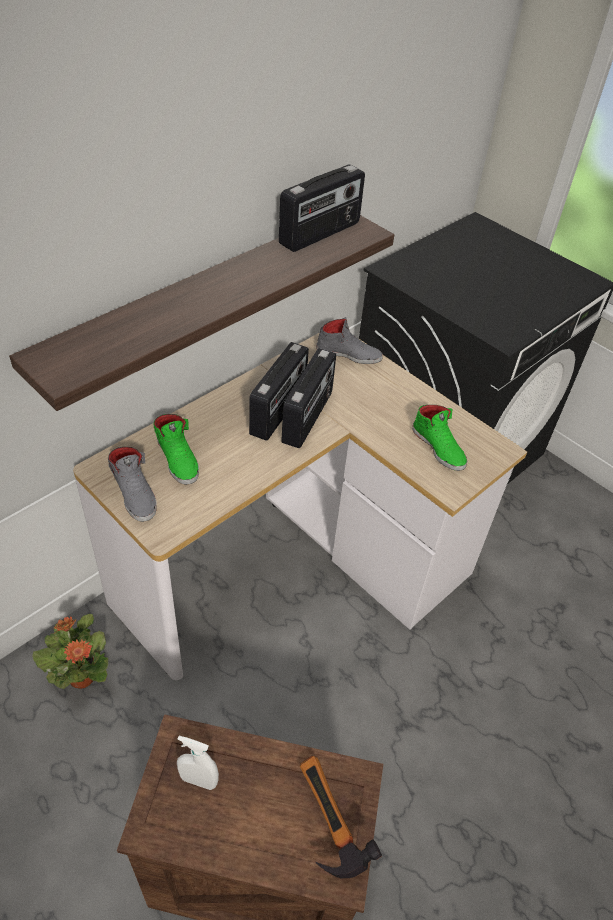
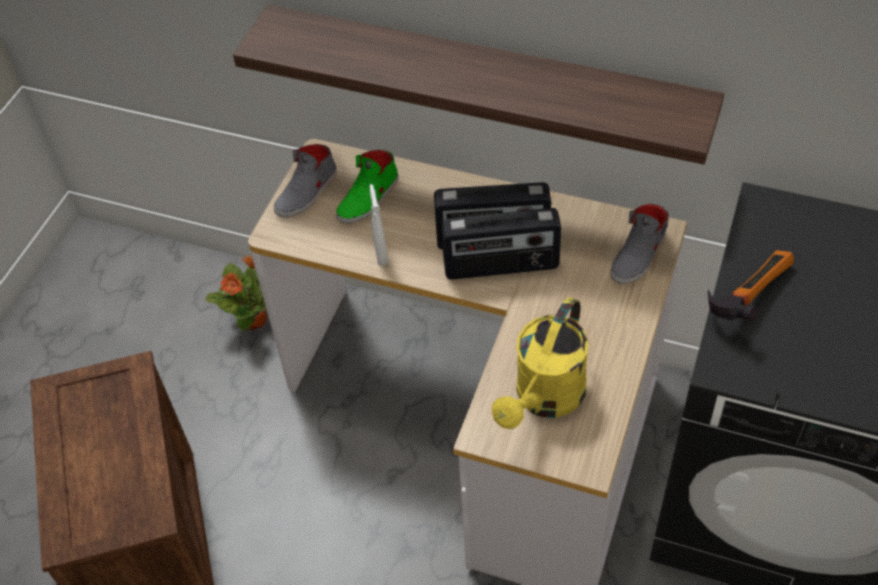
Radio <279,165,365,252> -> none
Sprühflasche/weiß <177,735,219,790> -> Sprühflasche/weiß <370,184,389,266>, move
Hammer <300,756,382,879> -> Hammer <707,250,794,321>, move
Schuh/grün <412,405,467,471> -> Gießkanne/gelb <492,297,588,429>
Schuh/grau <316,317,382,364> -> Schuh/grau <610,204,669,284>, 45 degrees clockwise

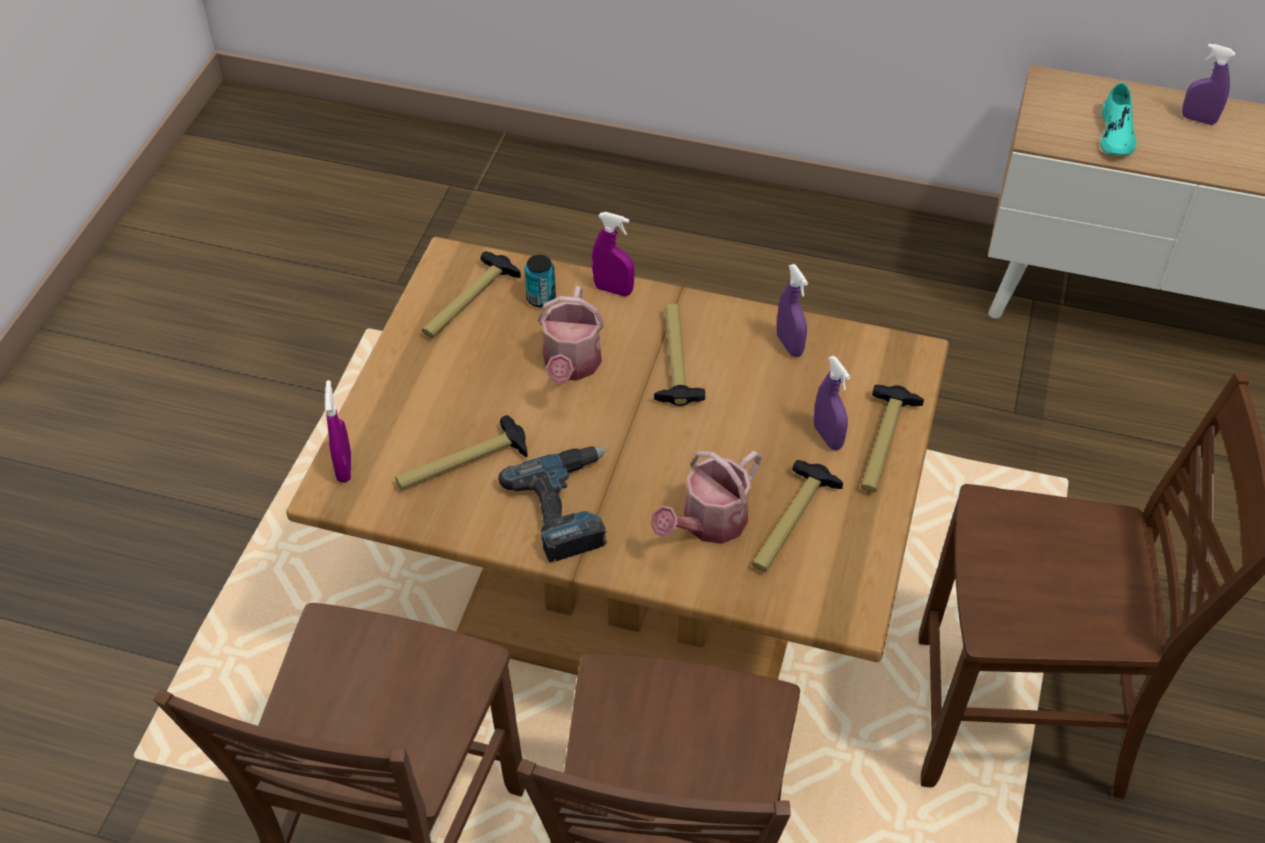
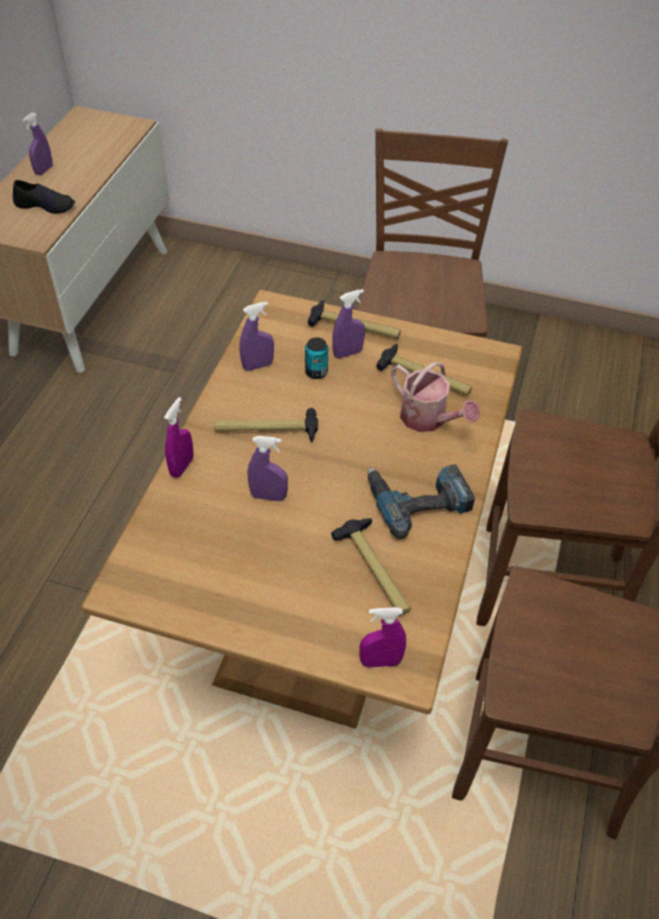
Hammer <422,251,521,338> -> none
Dose <525,255,556,308> -> Dose <305,337,328,379>, move
Gießkanne <538,286,604,384> -> Sprühflasche/lila <248,436,288,501>
Schuh/türkis <1100,82,1137,156> -> Schuh/schwarz <13,180,75,214>

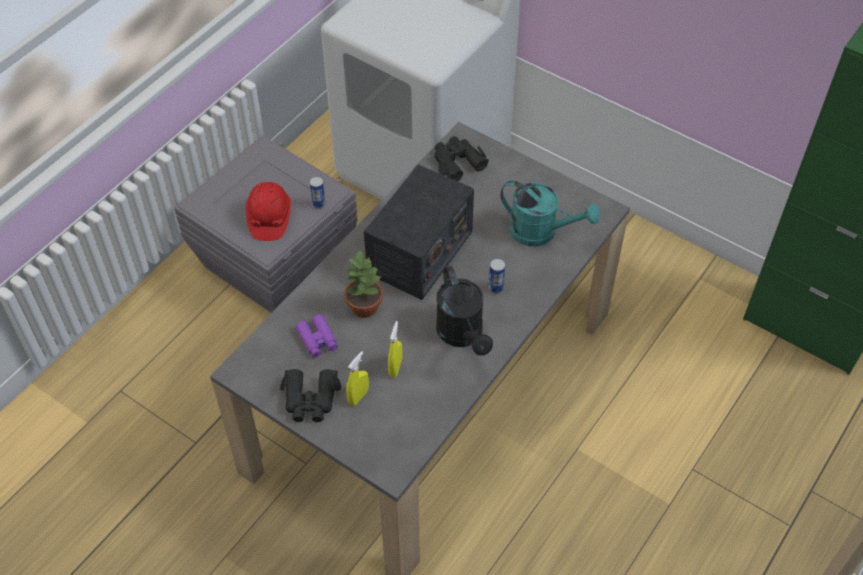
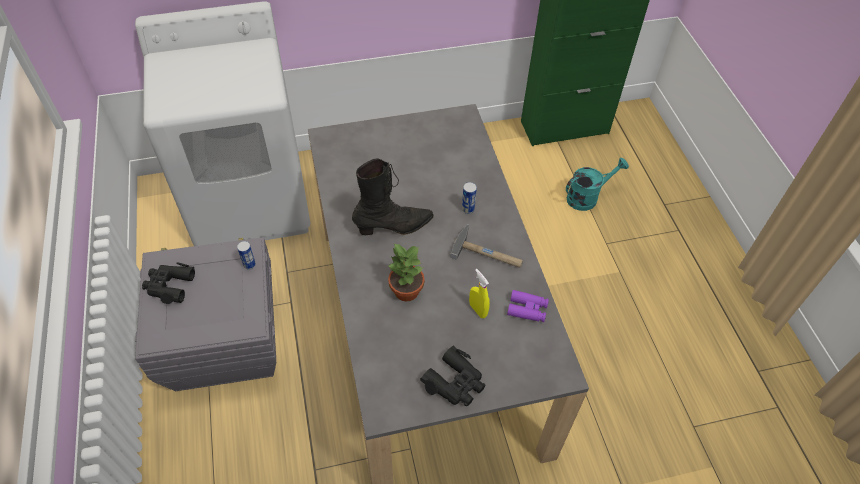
Schutzhelm/rot <246,182,291,241> -> none
Sprühflasche/gelb <346,351,369,406> -> none
Fernglas/lila <296,314,338,358> -> Fernglas/lila <507,290,549,322>, move
Fernglas/schwarz <434,136,489,181> -> Fernglas/schwarz <142,262,195,304>, move
Gießkanne/türkis <500,181,600,247> -> Gießkanne/türkis <566,157,629,211>, move
Radio <364,165,474,300> -> Stiefel/schwarz <352,158,434,235>
Gießkanne/schwarz <436,266,493,356> -> Hammer <450,224,523,268>

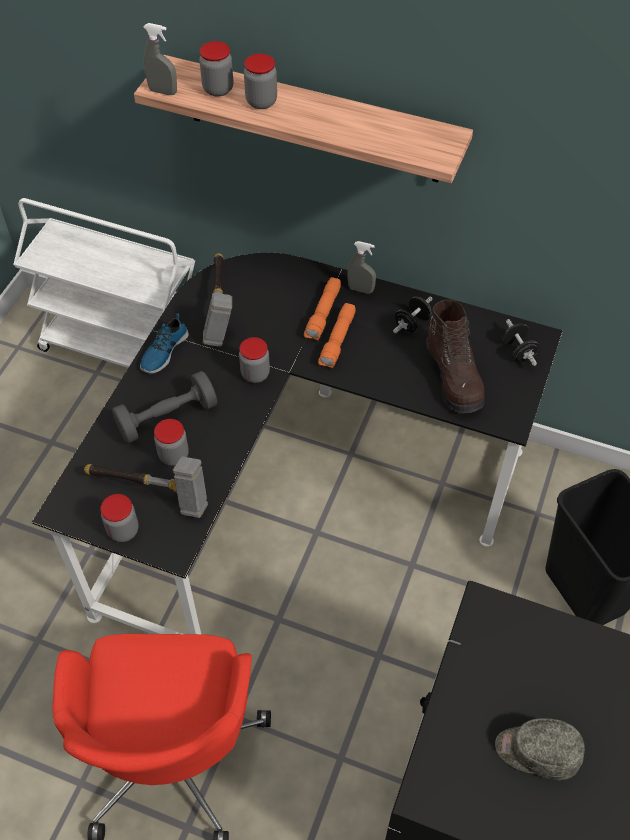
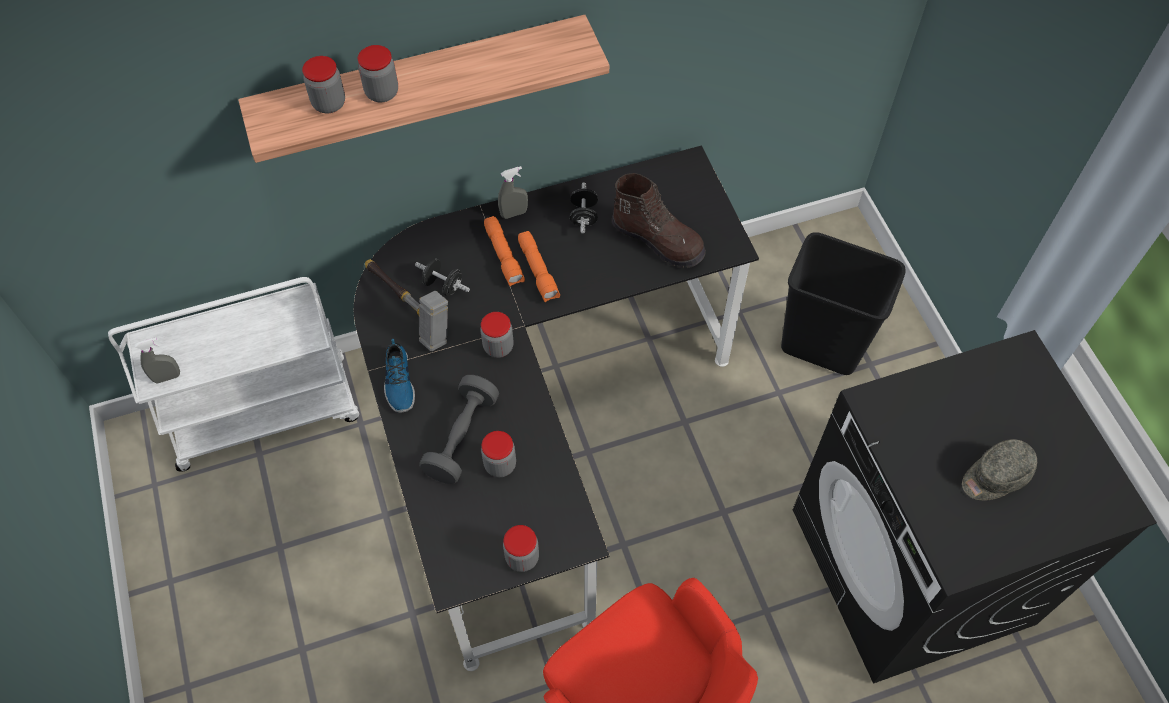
Hammer <84,457,208,518> -> none
Sprühflasche/grau <144,23,177,95> -> Sprühflasche/grau <135,338,180,384>, move
Hantel/schwarz <502,319,539,366> -> Hantel/schwarz <415,259,470,296>, move

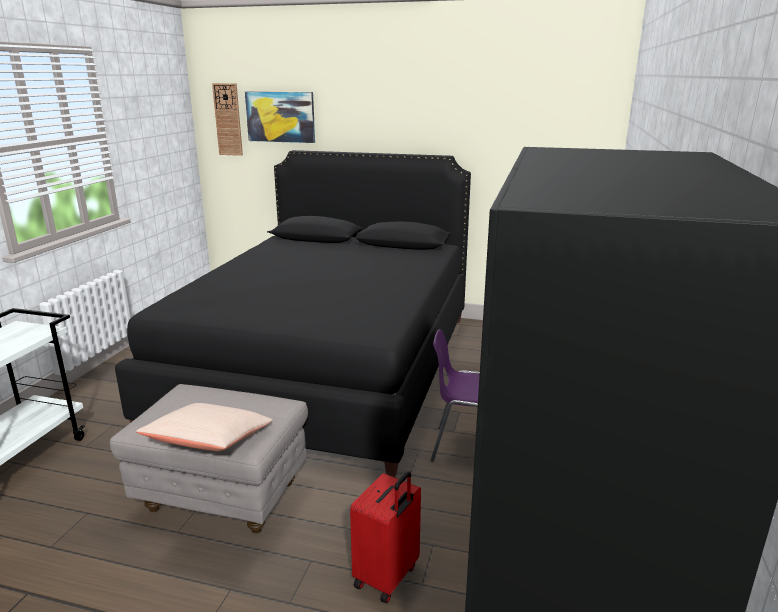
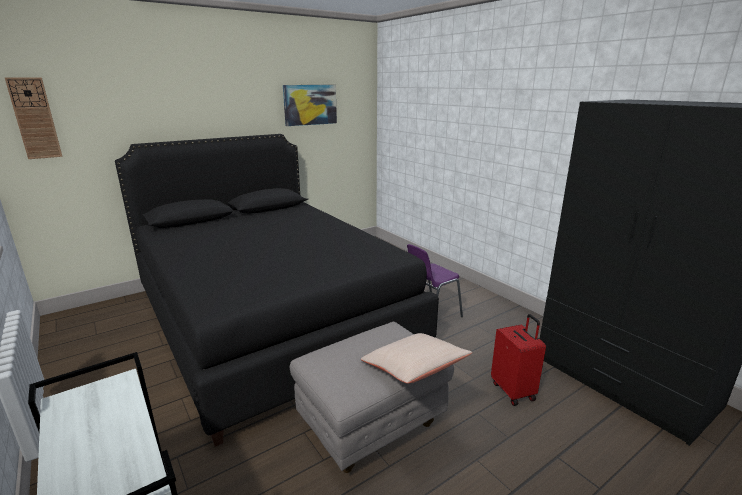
Bild <245,92,315,143> -> Bild <283,85,337,126>, move

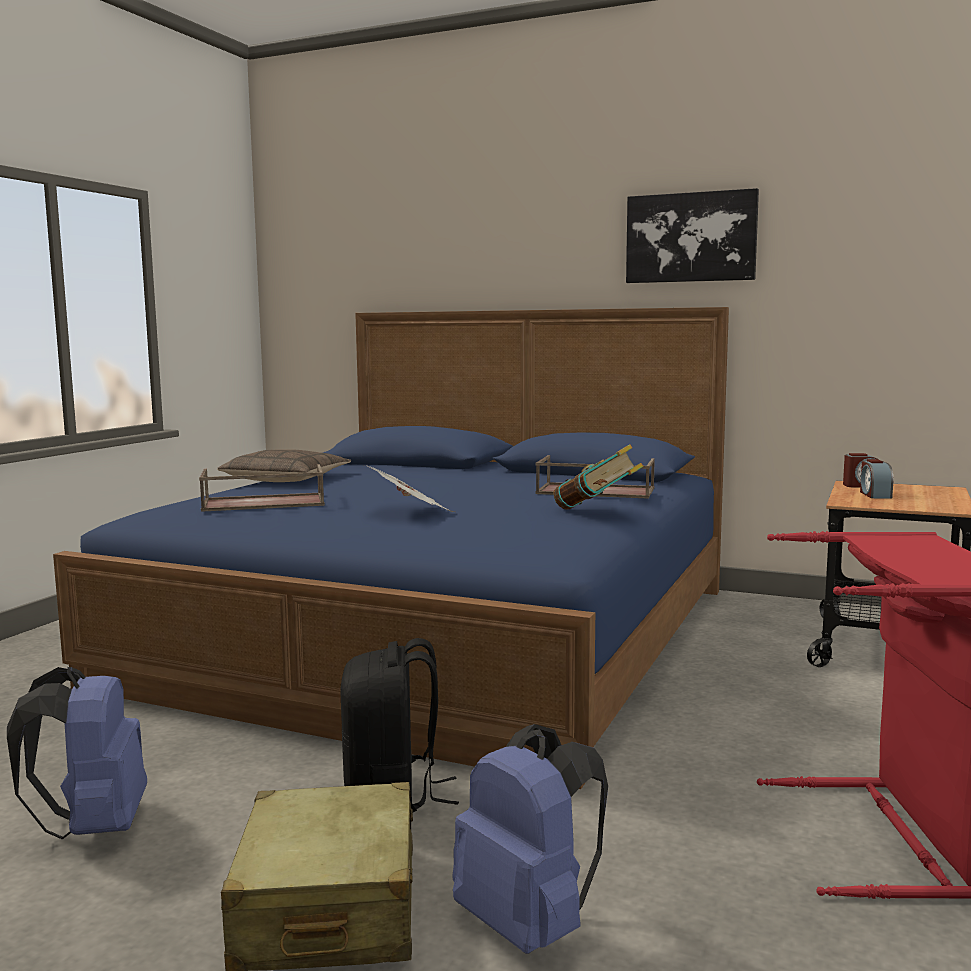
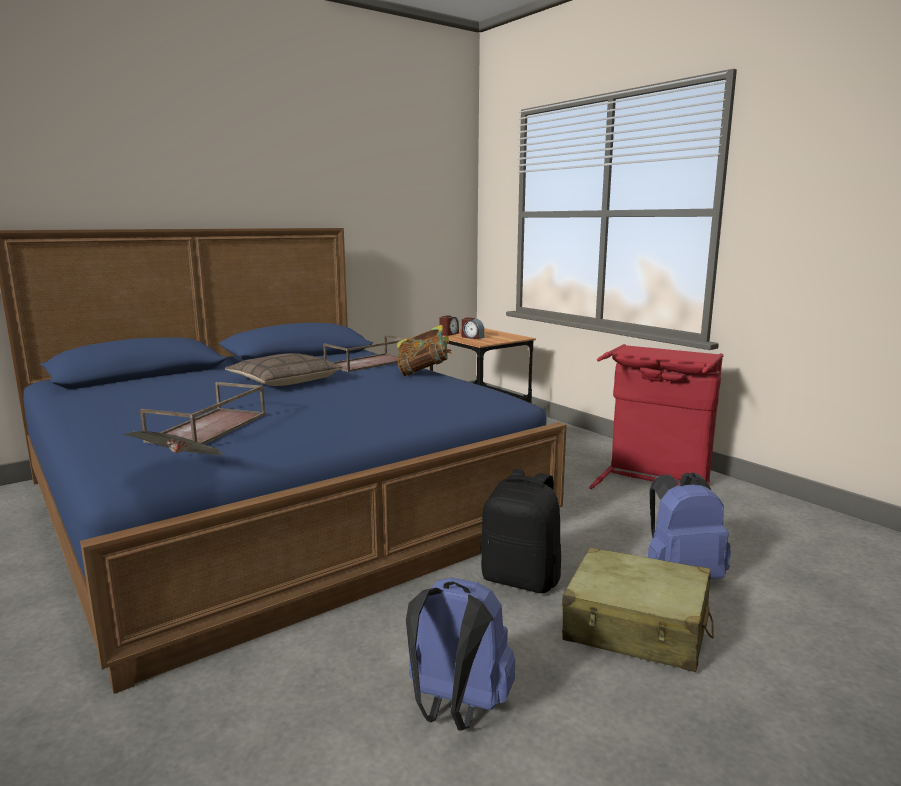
Bild <626,188,759,283> -> none
Kissen <217,449,351,482> -> Kissen <225,353,343,386>, move
Zeitung <364,465,455,512> -> Zeitung <122,431,224,455>, move

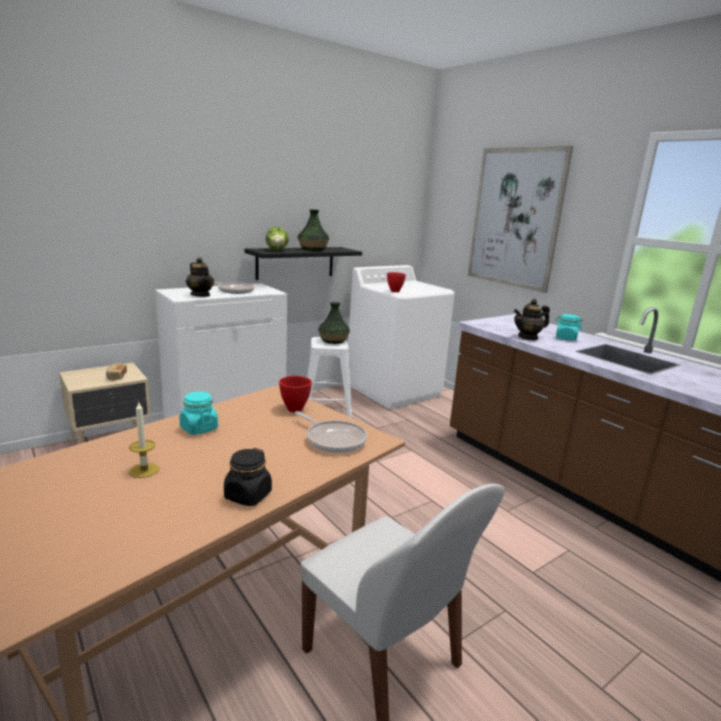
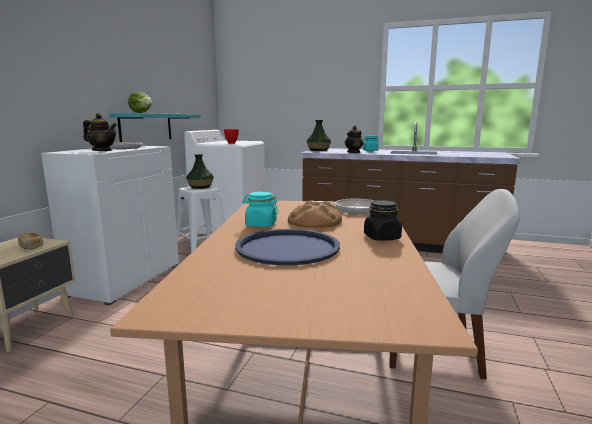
Schüssel/rot <279,376,312,412> -> none
Bild <468,146,573,293> -> none
none -> Brot <288,201,342,228>
Vase <297,209,329,251> -> Vase <306,120,331,151>, move
Kerze <129,402,159,478> -> Tablett/blau <235,229,340,265>
Wandregal/schwarz <244,247,362,280> -> Wandregal/türkis <109,113,201,142>

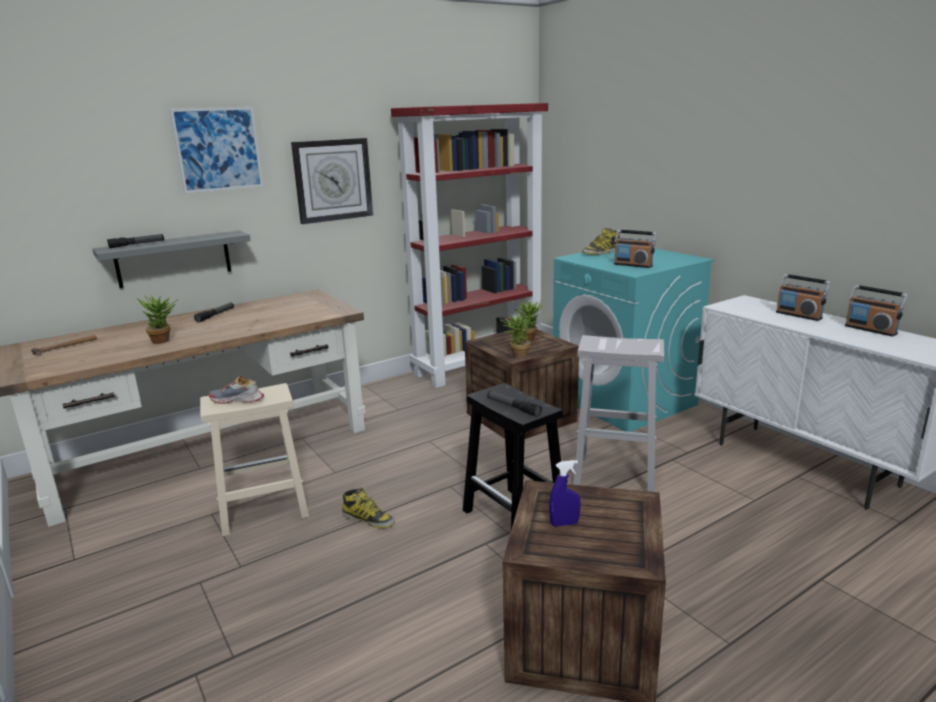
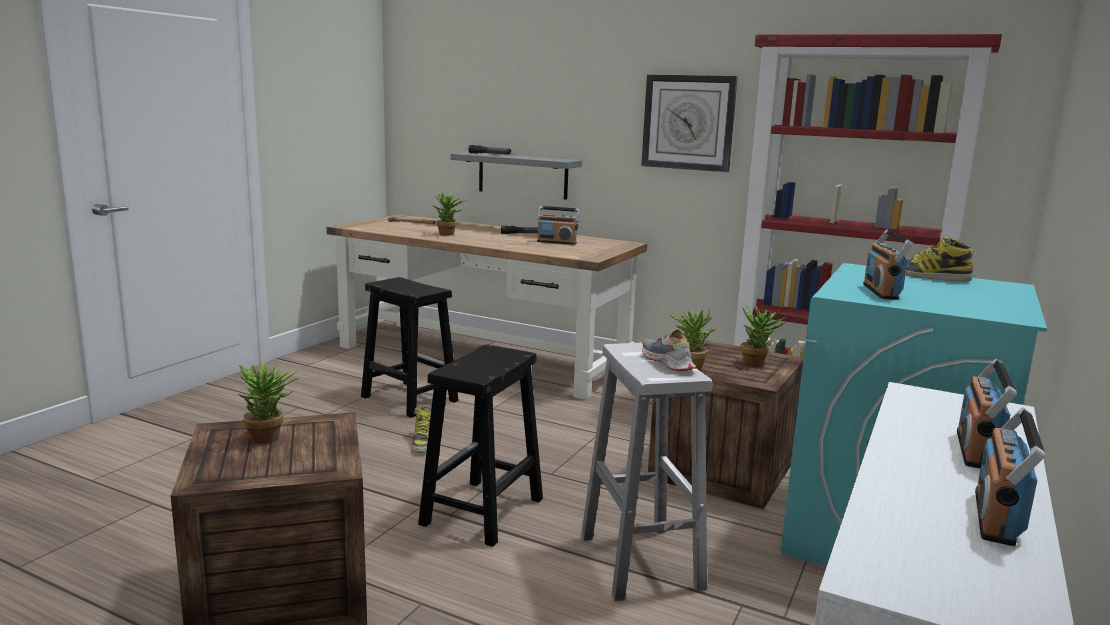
Bild <170,107,263,194> -> none
Taschenlampe <487,391,542,417> -> none
none -> Radio <537,206,580,245>
Schuh <208,375,264,404> -> Schuh <642,329,696,371>, move
Sprühflasche/blau <549,460,581,527> -> Topfpflanze <238,359,298,444>
Hocker/beige <200,383,309,536> -> Hocker/schwarz <361,277,459,418>

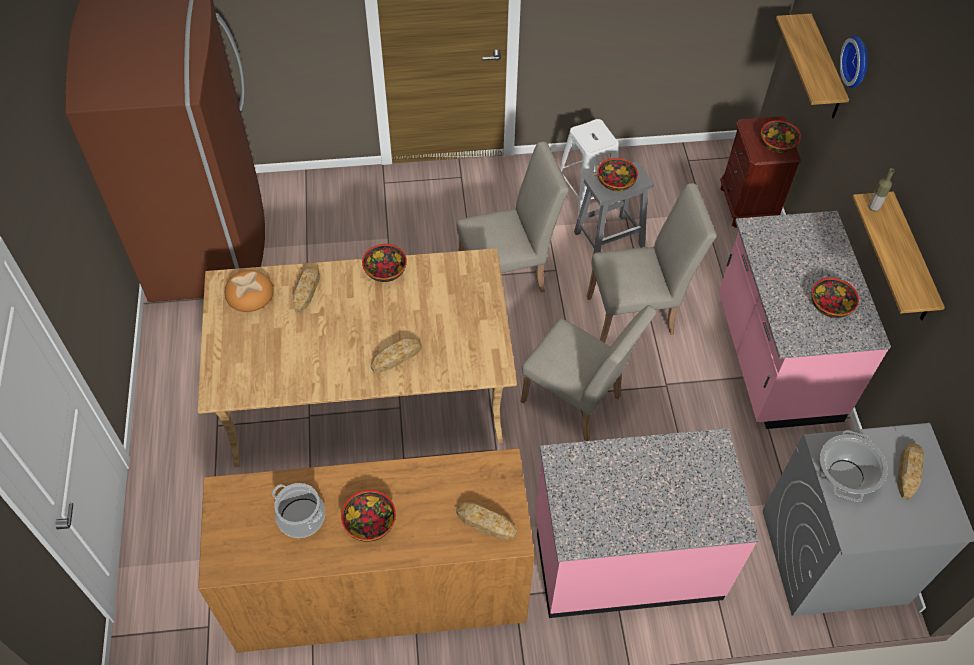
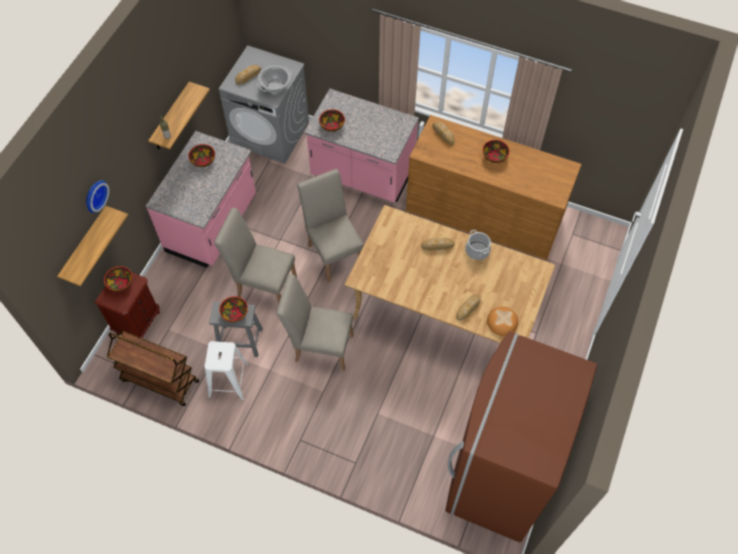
none -> Rollwagen/braun <107,331,199,406>
Kochtopf <272,483,325,538> -> Kochtopf <465,230,491,260>, move
Schüssel <362,244,407,282> -> Schüssel <319,109,345,132>, move

